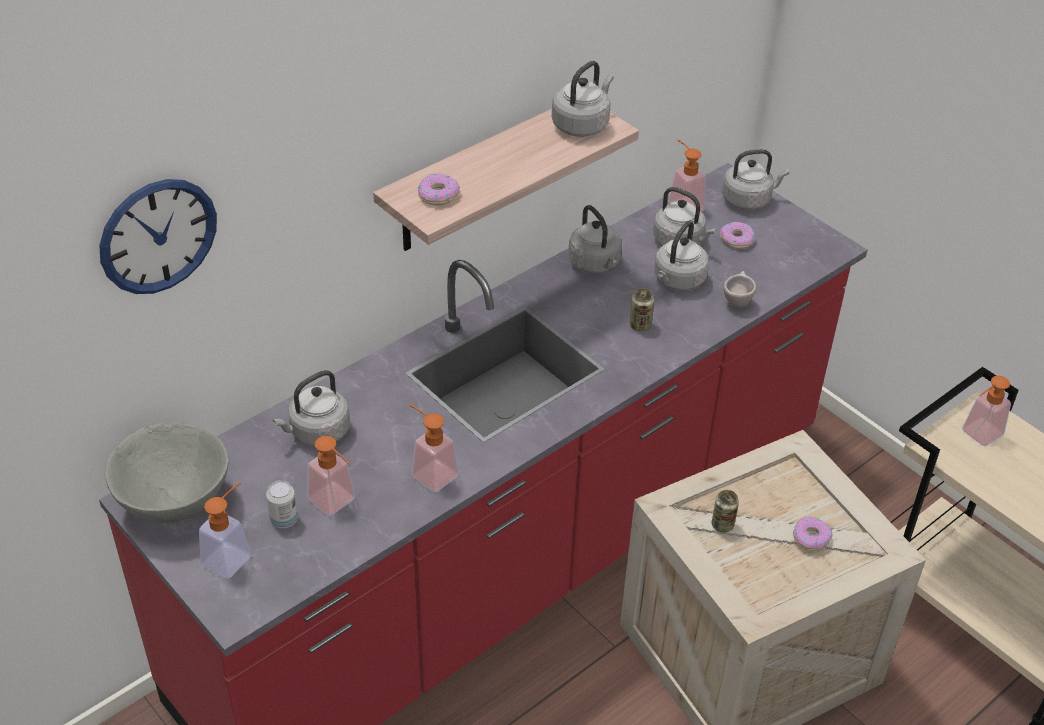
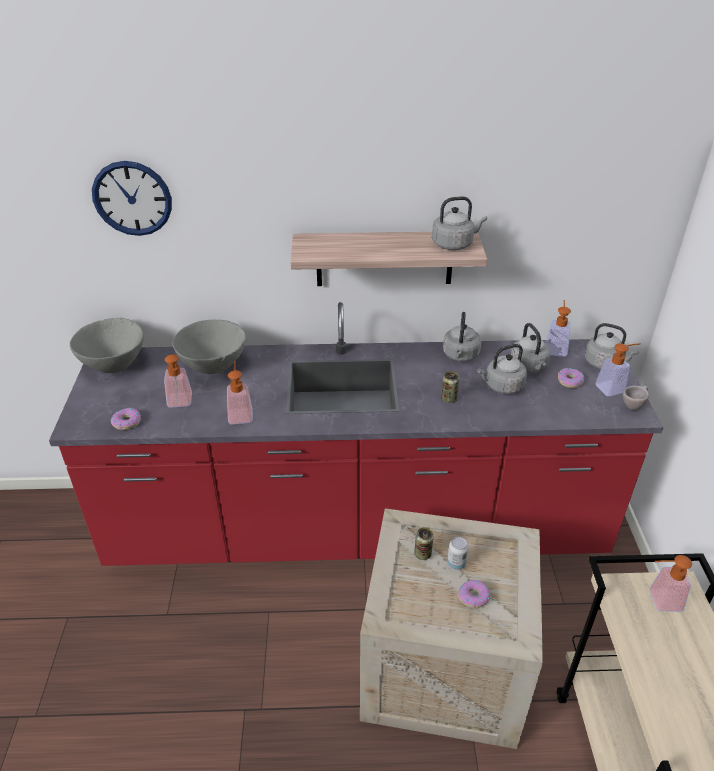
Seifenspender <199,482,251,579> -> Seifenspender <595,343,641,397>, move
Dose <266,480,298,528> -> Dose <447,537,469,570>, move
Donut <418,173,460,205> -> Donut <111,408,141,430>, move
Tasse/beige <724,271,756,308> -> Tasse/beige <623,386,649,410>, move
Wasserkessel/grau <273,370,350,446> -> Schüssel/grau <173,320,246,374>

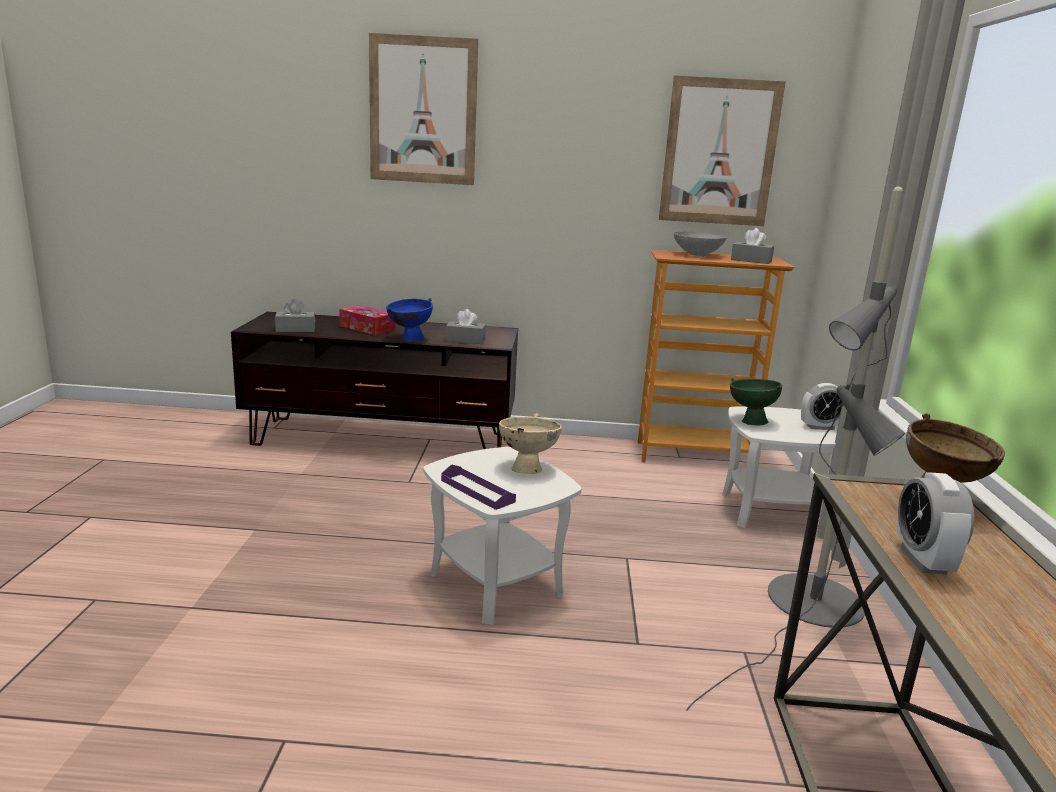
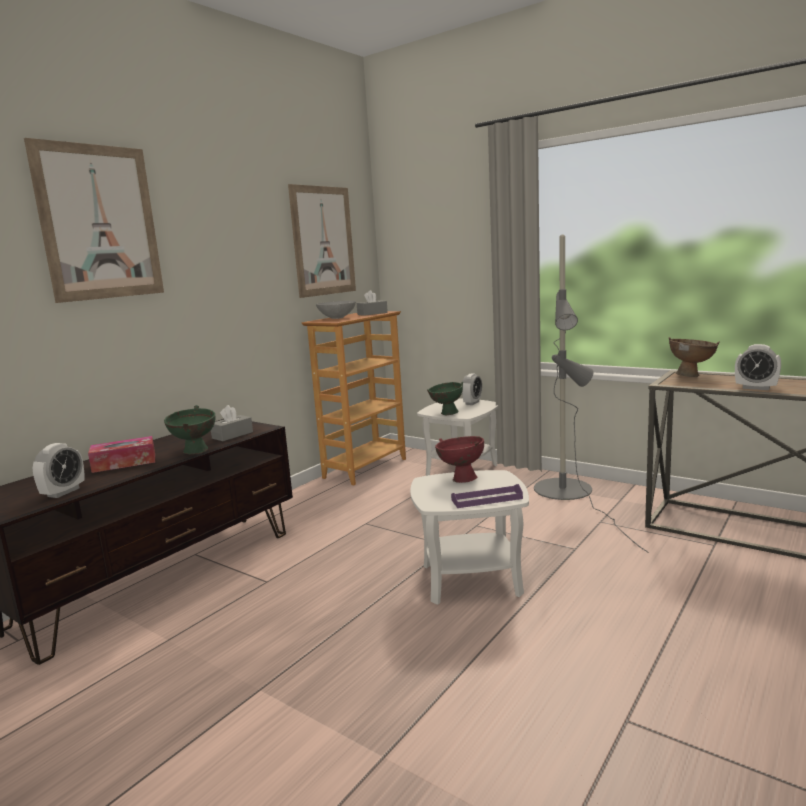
Taschentuchbox/grau <275,299,315,332> -> Wecker <33,443,85,498>
Schüssel/blau <386,298,433,342> -> Schüssel/grün <164,405,215,455>
Schüssel/beige <499,413,562,474> -> Schüssel/rot <435,436,484,483>

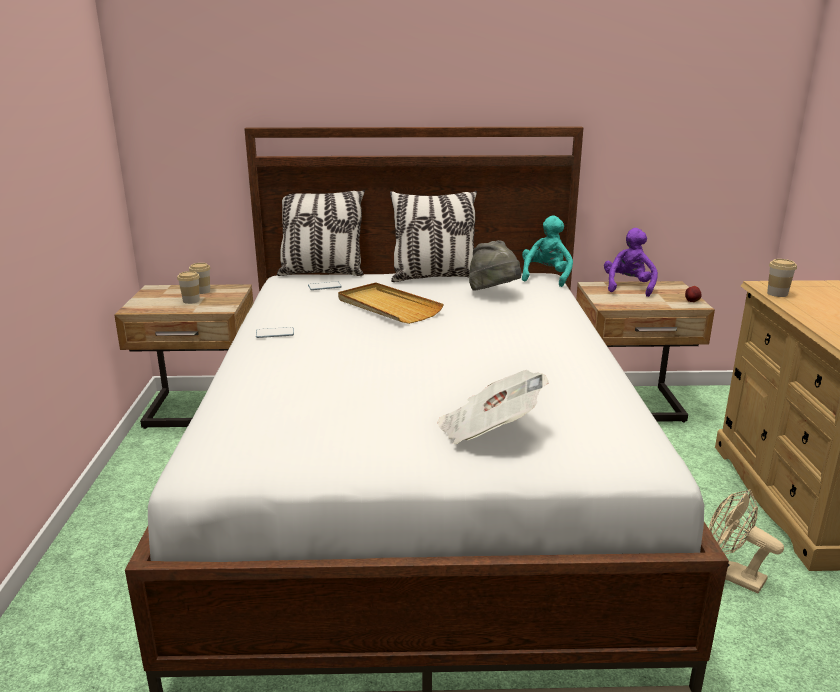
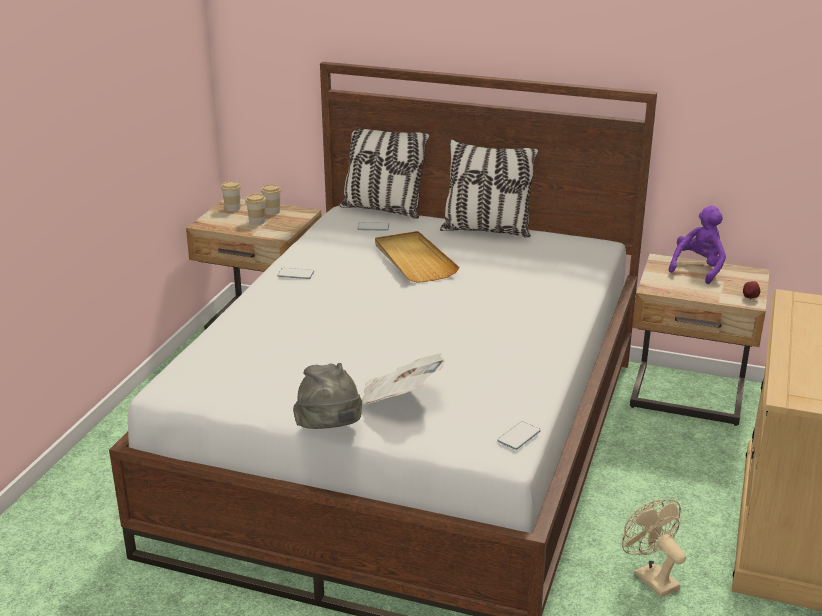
Plüschtier/türkis <522,215,573,287> -> none
none -> Handy <497,421,541,450>
Hut/grau <469,240,522,291> -> Hut/grau <293,363,362,429>, move
Tasse <767,259,797,297> -> Tasse <221,181,241,212>, move

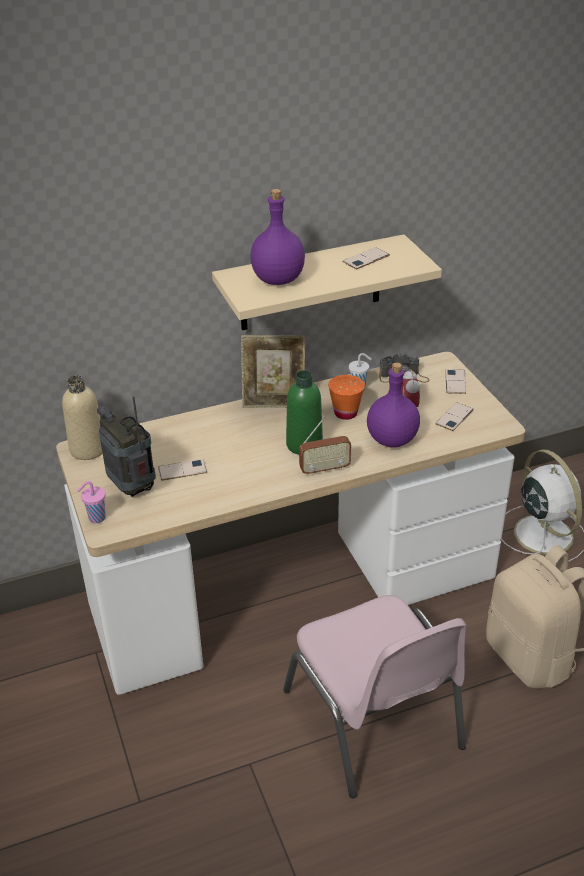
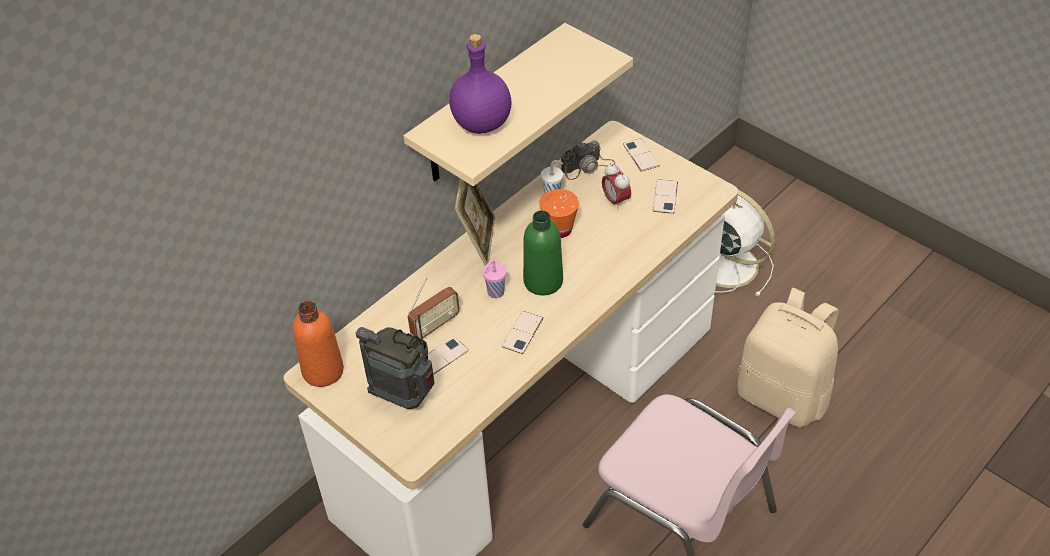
Flasche/lila <367,363,420,447> -> none
Tasse/rosa <77,481,106,523> -> Tasse/rosa <482,260,507,298>, move
Radio <299,416,351,476> -> Radio <408,277,460,339>, move
Handy <343,247,390,269> -> Handy <502,311,543,354>, move
Flasche/beige <62,375,103,460> -> Flasche/orange <293,301,344,387>
Bilderrahmen <241,335,305,408> -> Bilderrahmen <454,179,495,265>, 60 degrees counterclockwise

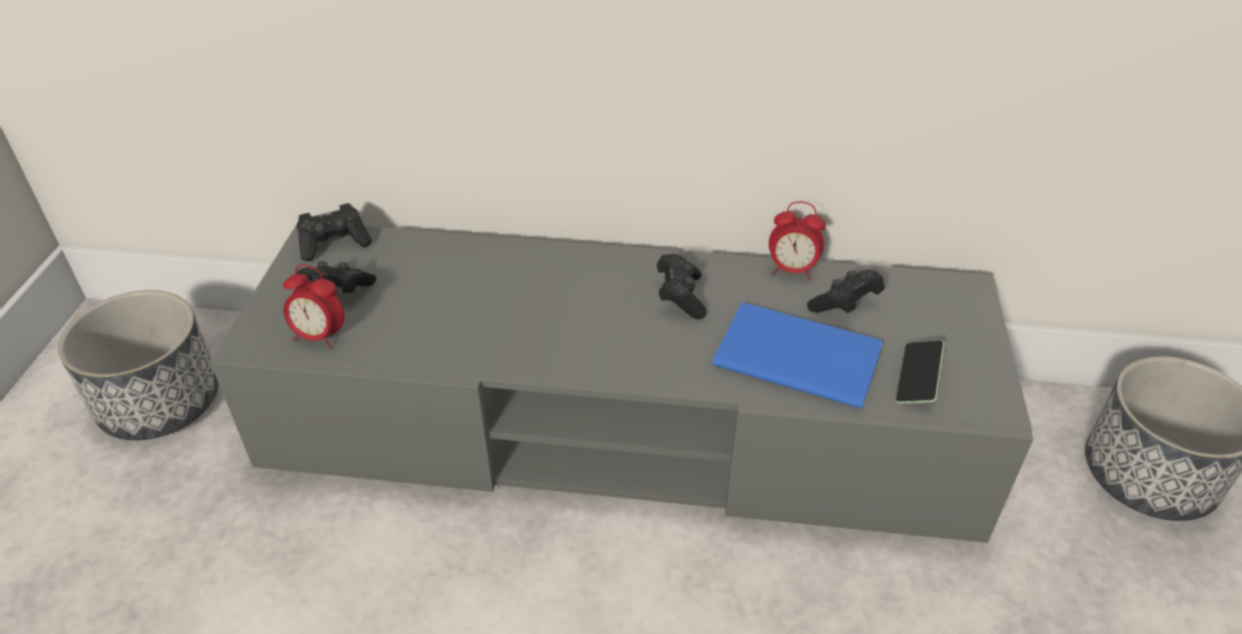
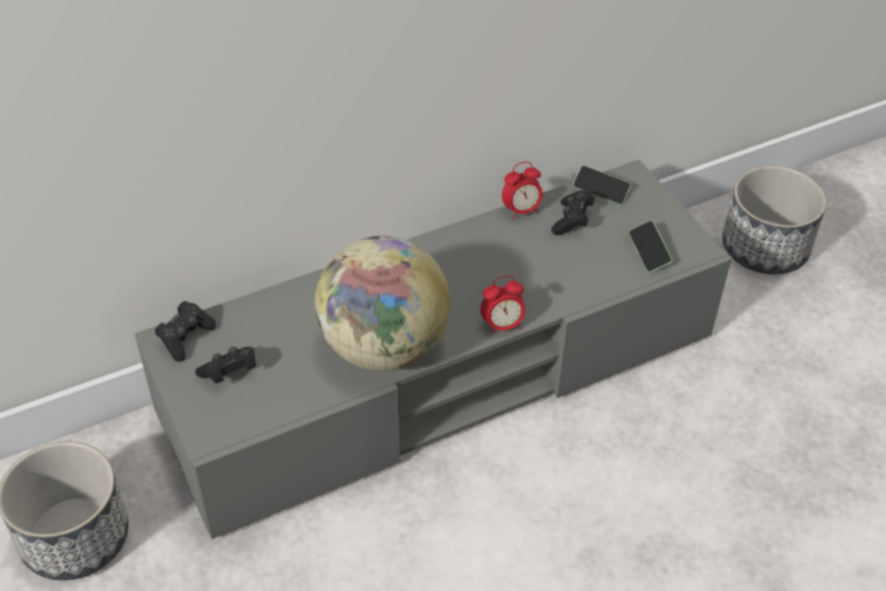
Gamepad/schwarz <657,254,707,319> -> none
Buch/blau <712,303,883,409> -> none
none -> Globus <315,236,450,371>
none -> Handy <573,165,631,205>
Wecker <283,265,344,348> -> Wecker <480,276,525,336>, move

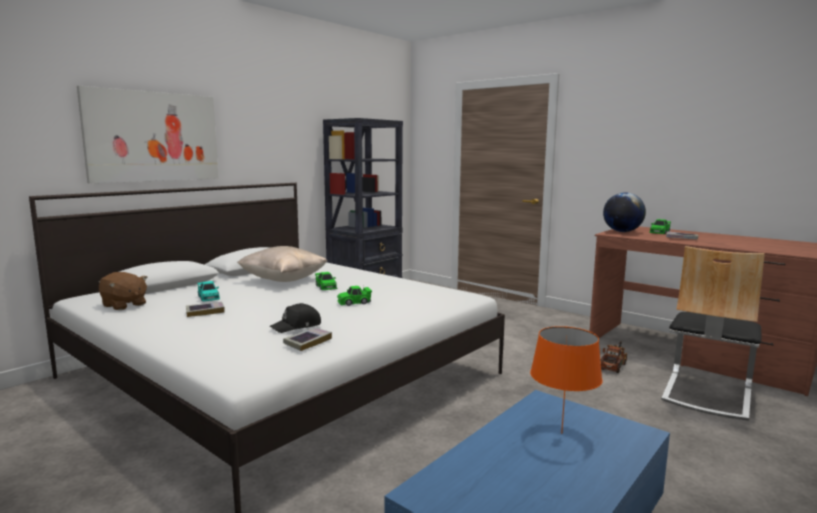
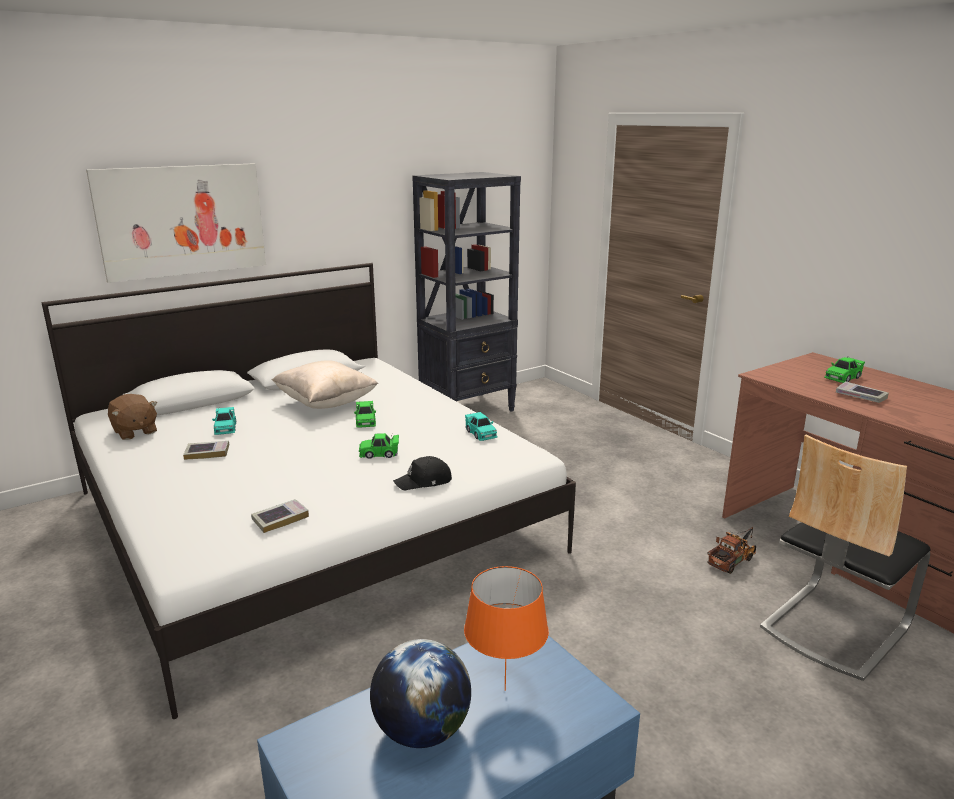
none -> Spielzeugauto/türkis <465,412,498,441>
Kappe/schwarz <270,303,321,333> -> Kappe/schwarz <393,456,452,490>, move
Globus <603,192,646,232> -> Globus <370,639,471,748>, move

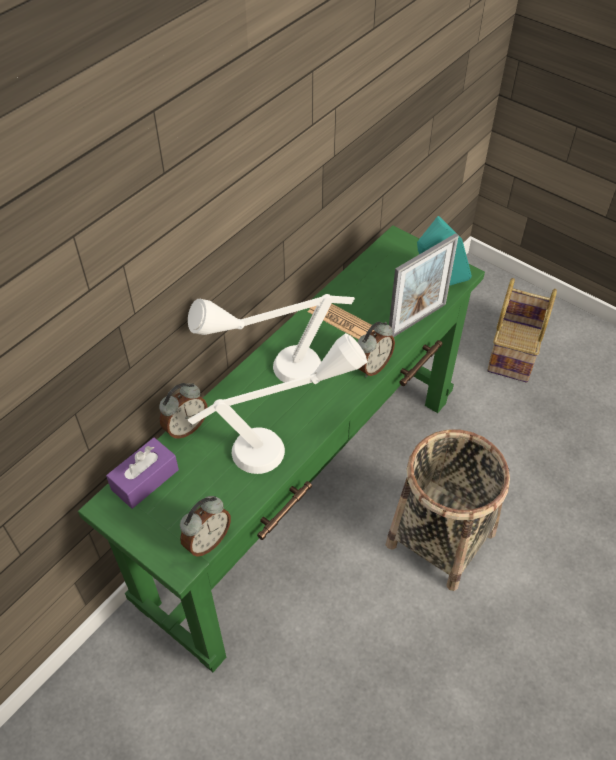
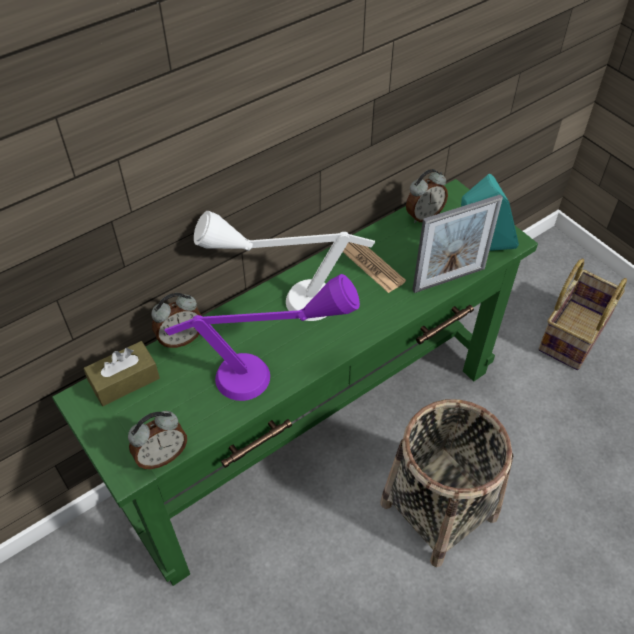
Wecker <358,322,395,377> -> Wecker <406,169,448,223>, move
Taschentuchbox/lila <106,437,179,509> -> Taschentuchbox/braun <83,341,160,406>
Tischlampe/weiß <188,333,367,474> -> Tischlampe/lila <164,274,360,401>

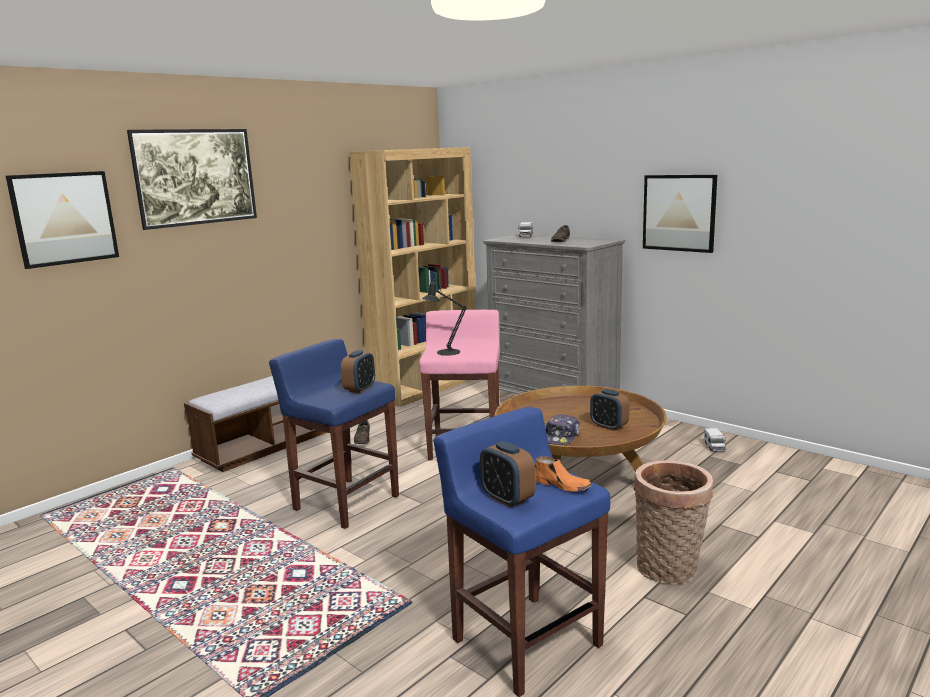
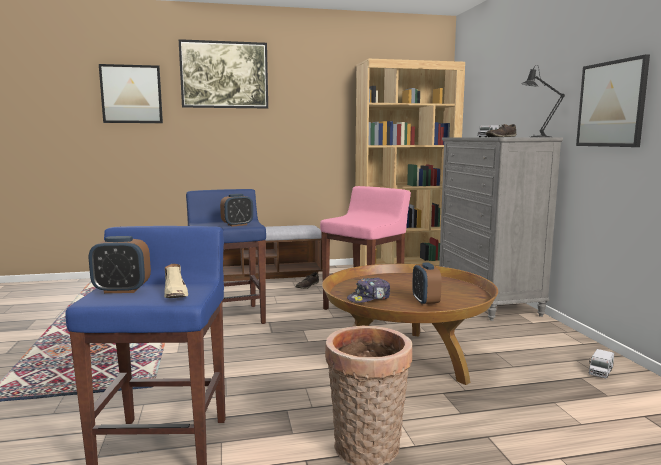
Tischlampe/schwarz <422,278,467,356> -> Tischlampe/schwarz <521,66,565,137>, move
Schuh/orange <535,456,592,492> -> Schuh/beige <164,264,188,298>
Wecker <480,441,535,508> -> Wecker <89,236,151,293>, 90 degrees counterclockwise

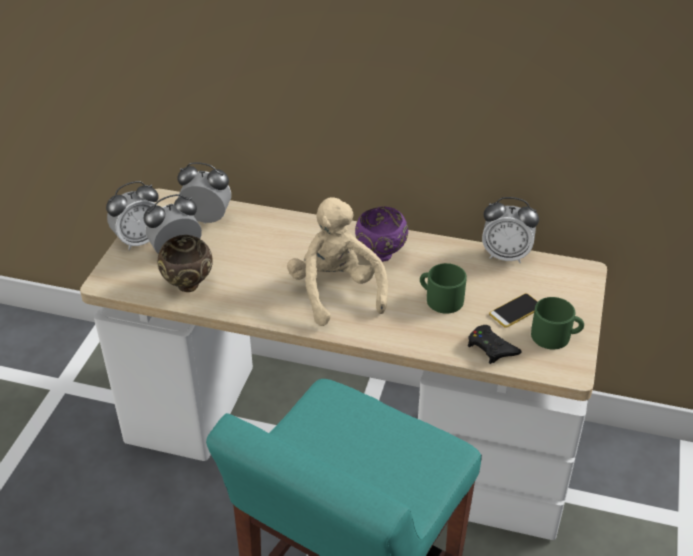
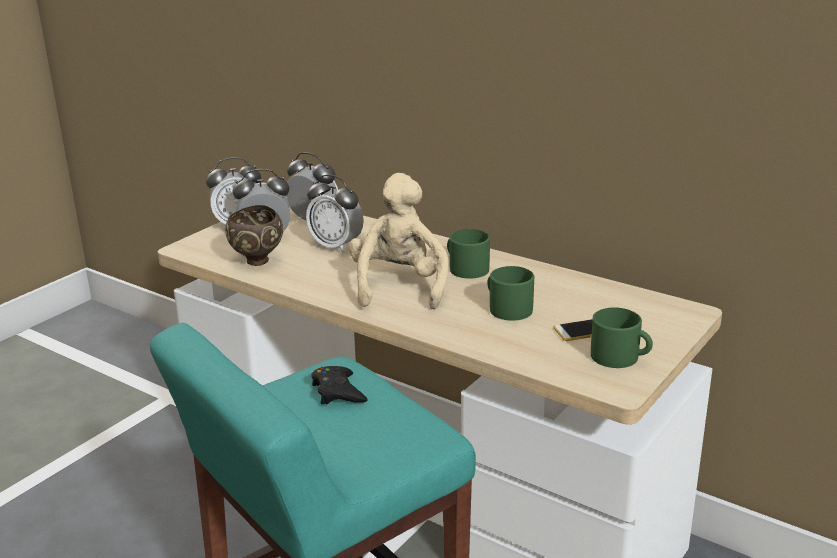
Gamepad/schwarz <468,325,522,364> -> Gamepad/schwarz <311,366,368,405>, move
Wecker <482,197,539,263> -> Wecker <306,175,364,253>, move
Schüssel/lila <355,207,408,262> -> Henkelbecher/grün <447,229,490,279>

